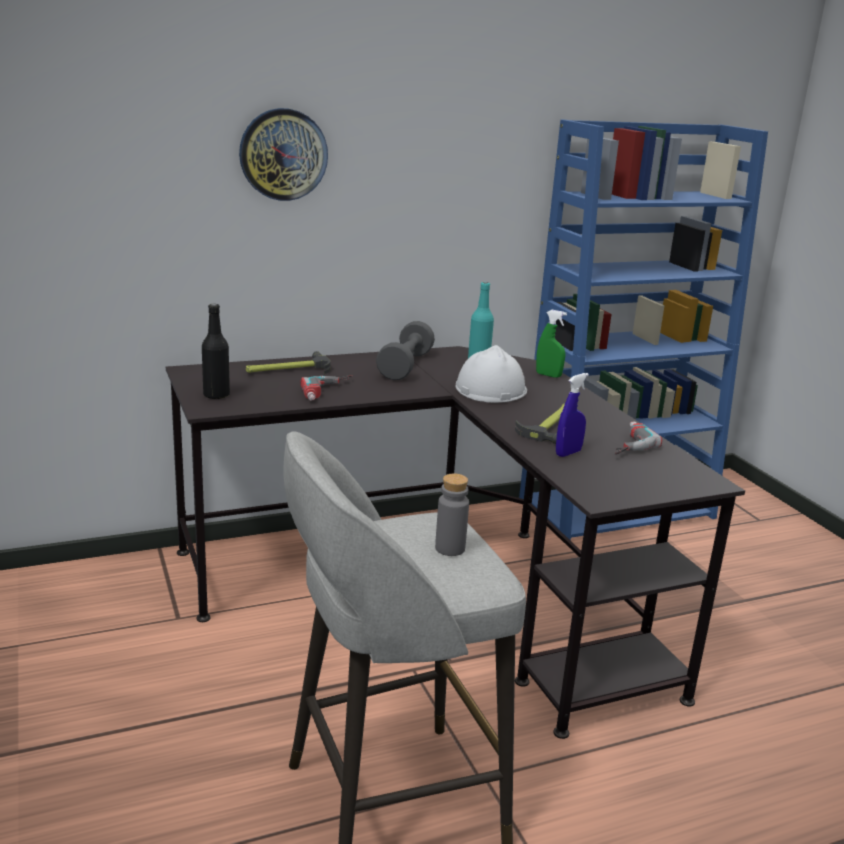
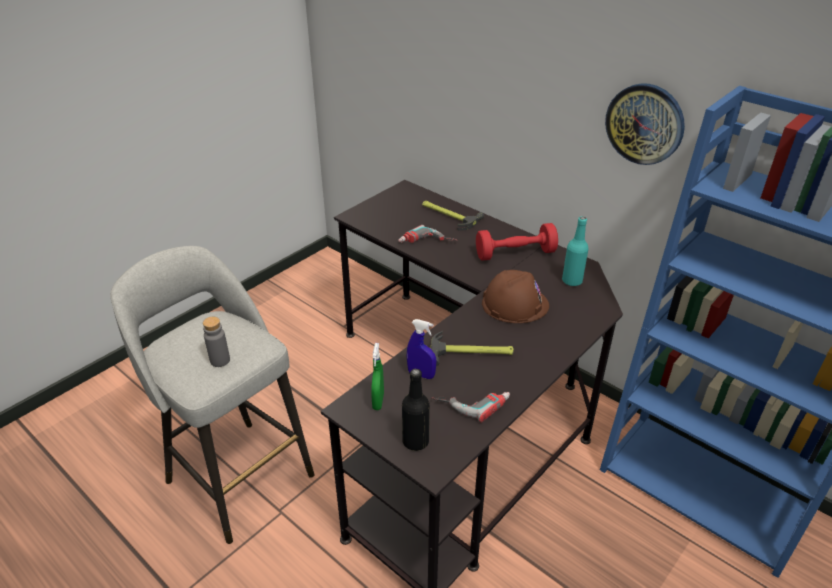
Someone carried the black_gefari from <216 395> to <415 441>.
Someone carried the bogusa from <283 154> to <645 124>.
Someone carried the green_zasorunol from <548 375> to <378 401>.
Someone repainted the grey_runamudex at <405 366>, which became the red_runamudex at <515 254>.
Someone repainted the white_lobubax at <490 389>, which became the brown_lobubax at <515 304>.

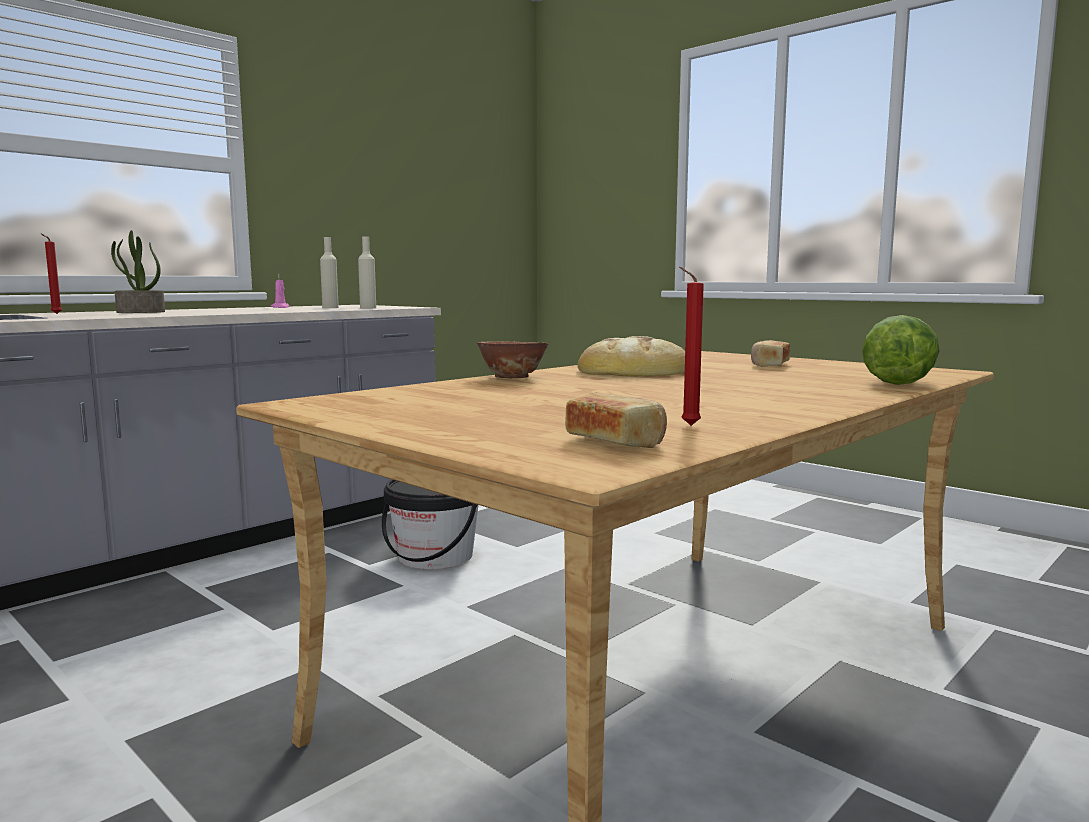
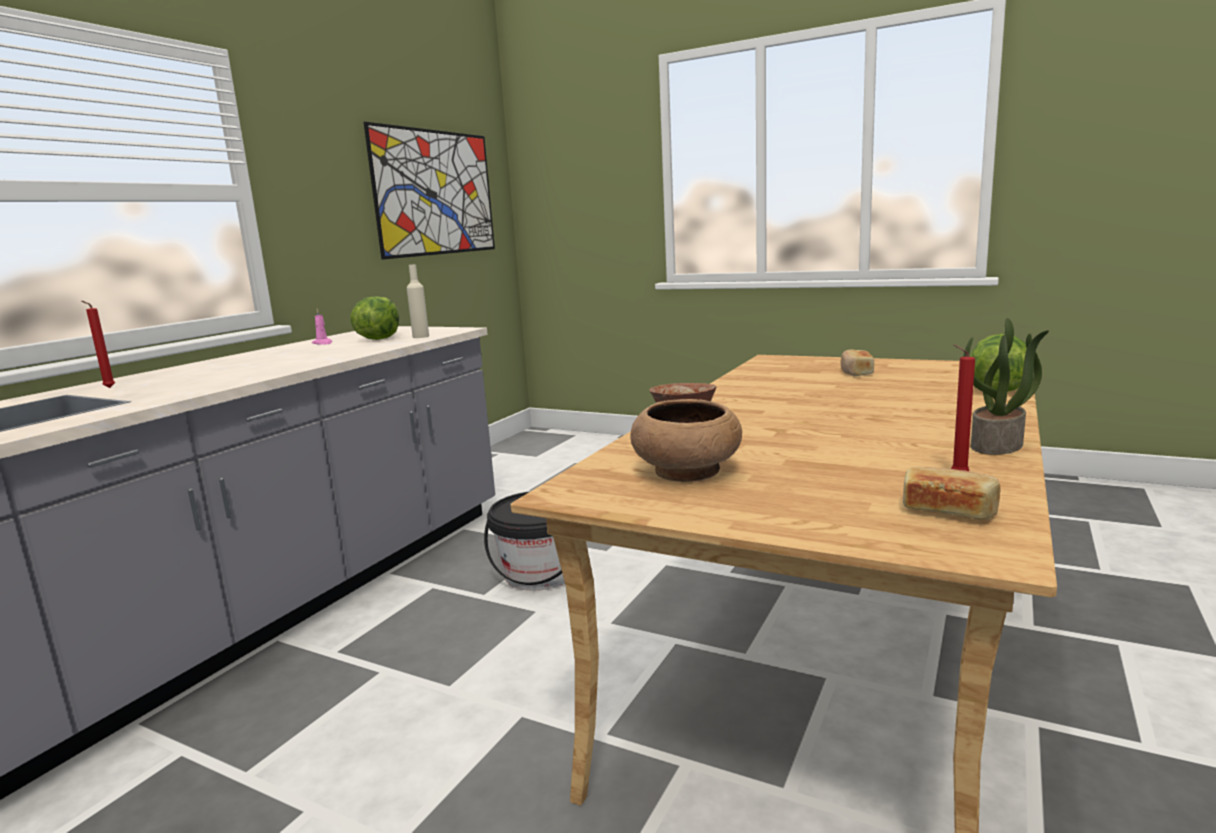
Someone took away the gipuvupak at <634 370>.
Someone put up the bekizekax at <436 193>.
Someone put down the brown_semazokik at <688 472>.
Someone carried the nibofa from <140 312> to <997 446>.
Someone swapped the beige_gefari at <330 308> for the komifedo at <378 339>.

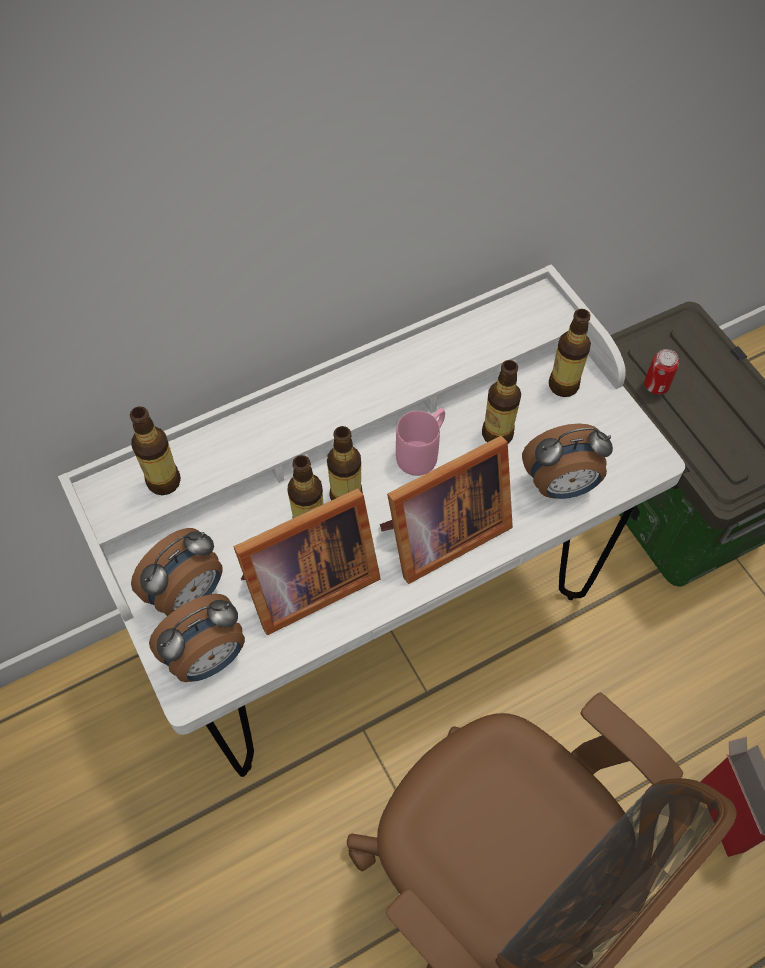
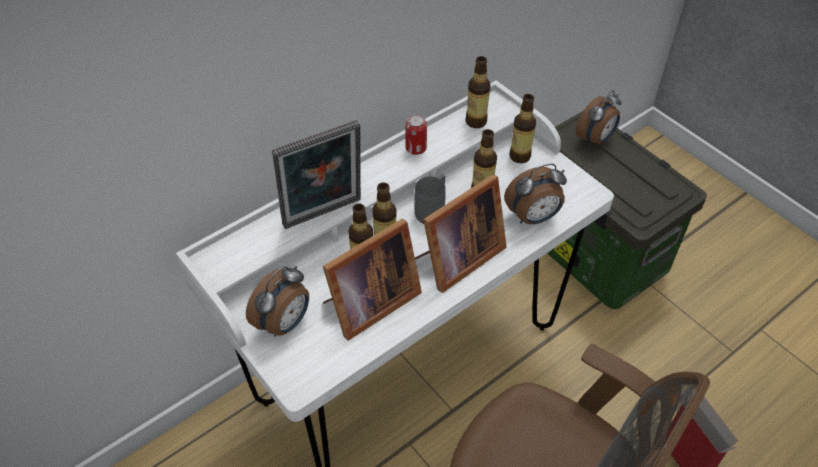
Someone put down the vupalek at <324 215>.
Someone carried the gefari from <164 481> to <476 121>.
Someone carried the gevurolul from <208 658> to <595 139>.
Someone carried the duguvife from <656 385> to <416 149>.
Someone repainted the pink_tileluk at <423 451>, which became the grey_tileluk at <433 209>.

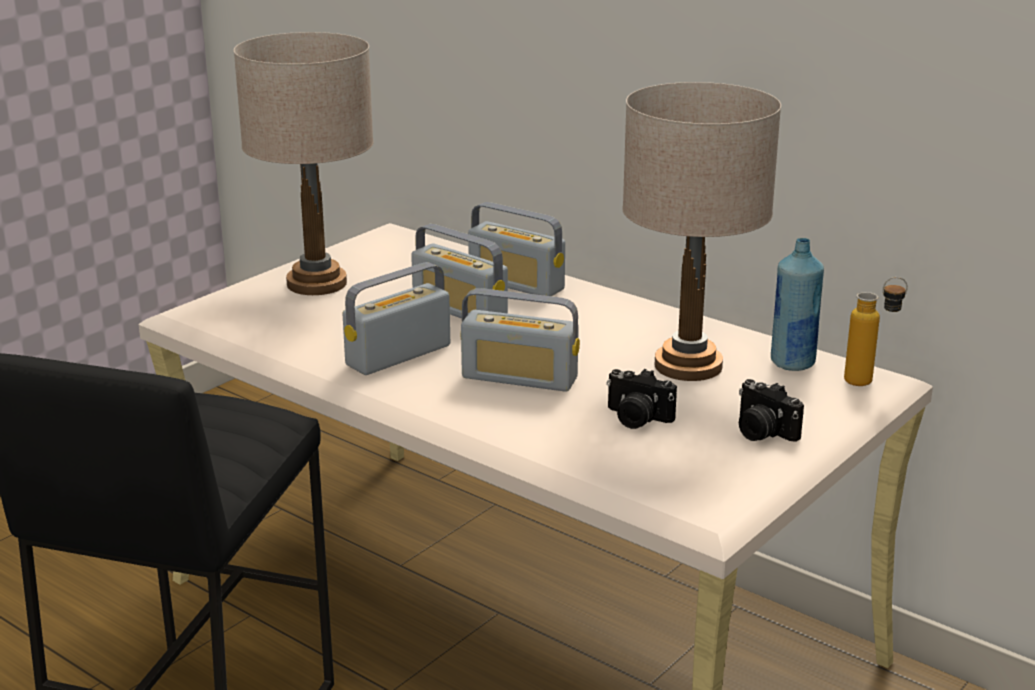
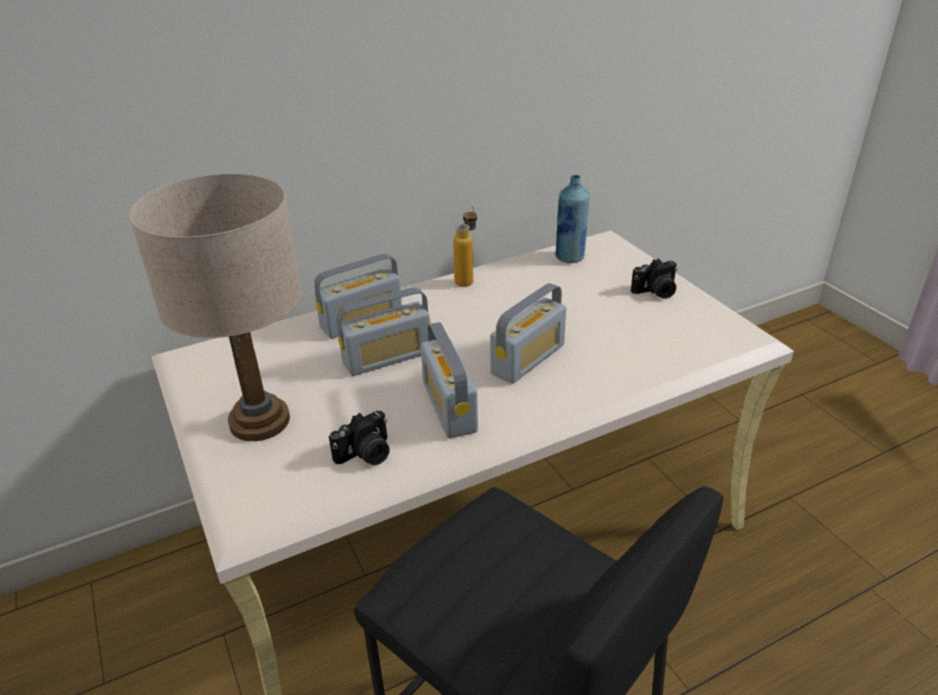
Someone took away the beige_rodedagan at <687 366>.
Someone carried the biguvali from <636 419> to <366 455>.
Someone carried the gefari from <869 381> to <467 279>.

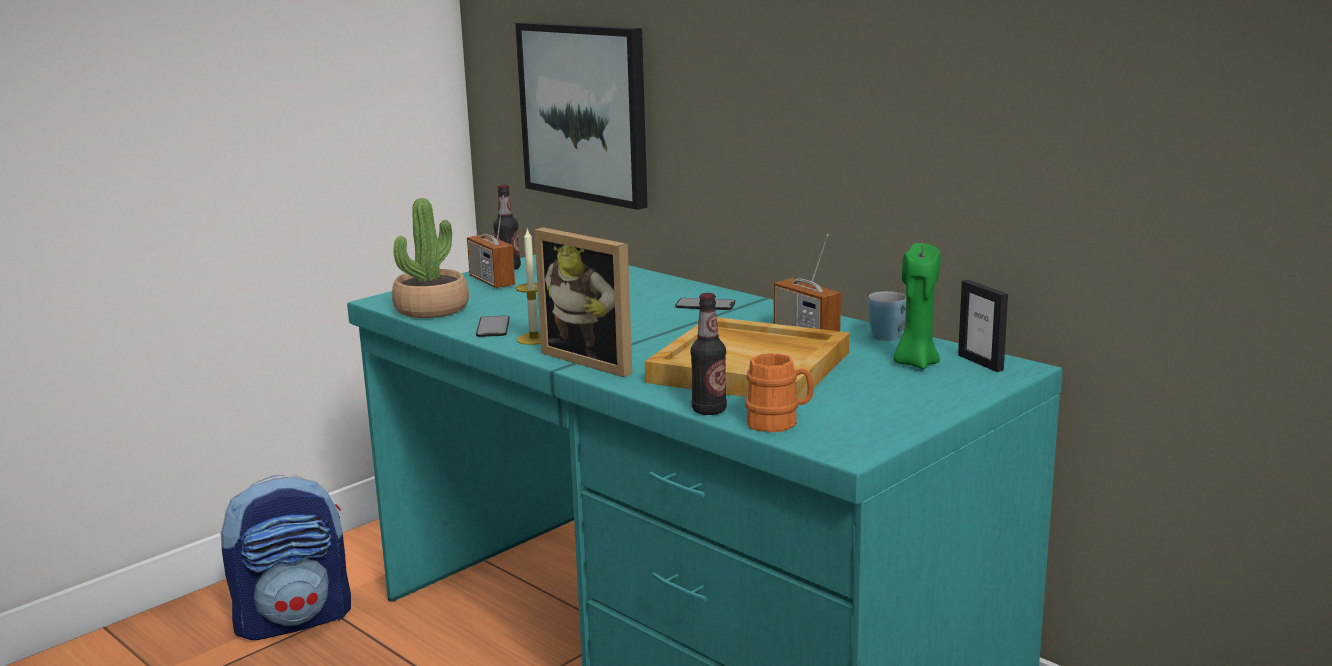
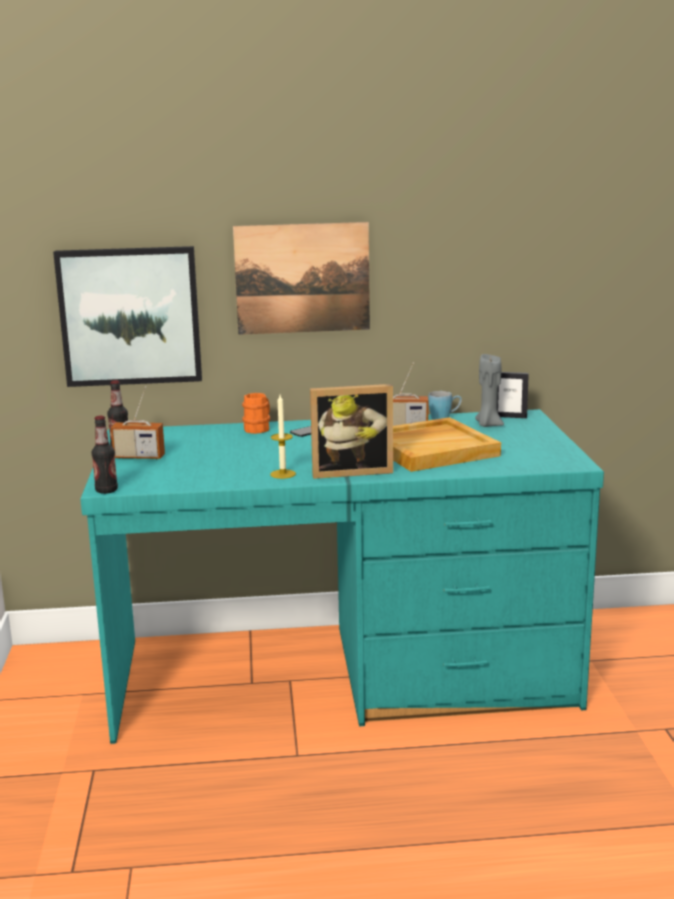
Someone took away the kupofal at <294 619>.
Someone took away the nibofa at <431 309>.
Someone took away the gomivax at <493 327>.
Someone put up the bekizekax at <302 278>.
Someone carried the gefari from <709 410> to <106 491>.
Someone carried the orange_tileluk from <779 422> to <259 428>.
Someone repainted the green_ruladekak at <915 363>, which became the grey_ruladekak at <488 425>.

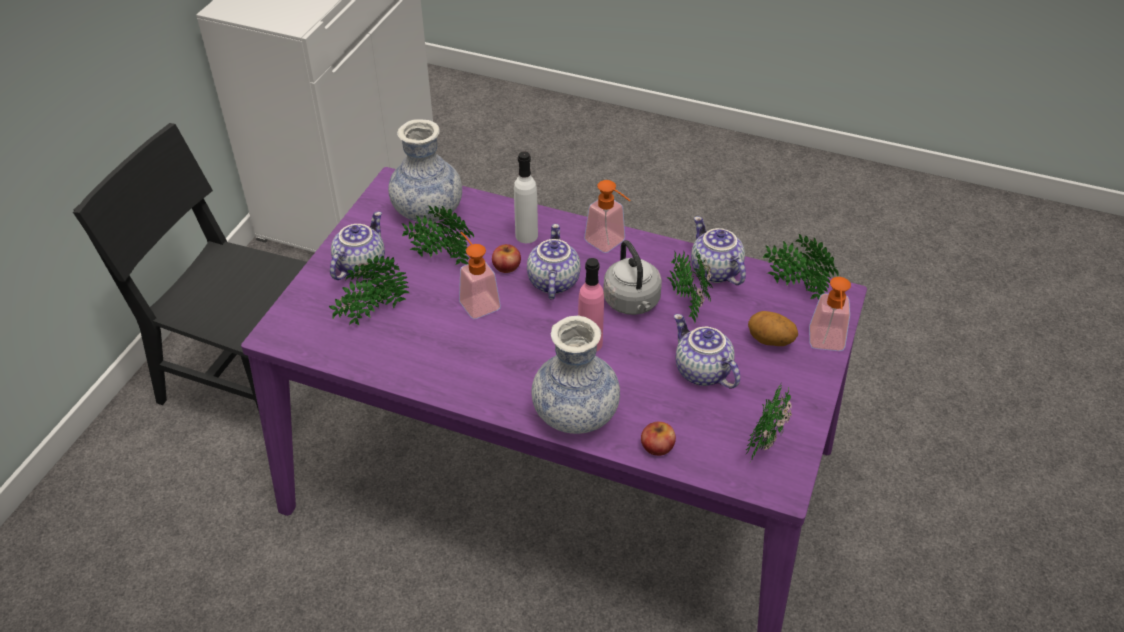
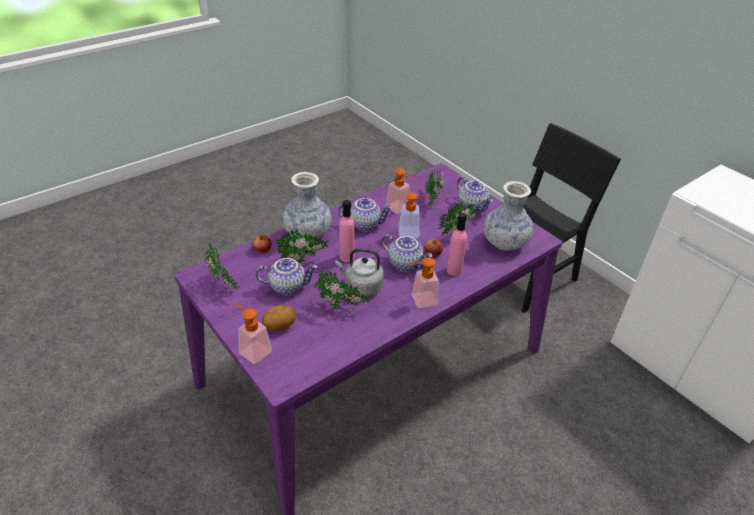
Someone put down the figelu at <400 209>.
Someone carried the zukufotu from <714 271> to <365 224>.
Someone carried the nibofa from <796 288> to <303 262>.
Someone repainted the white_gefari at <526 235>, which became the pink_gefari at <454 270>.

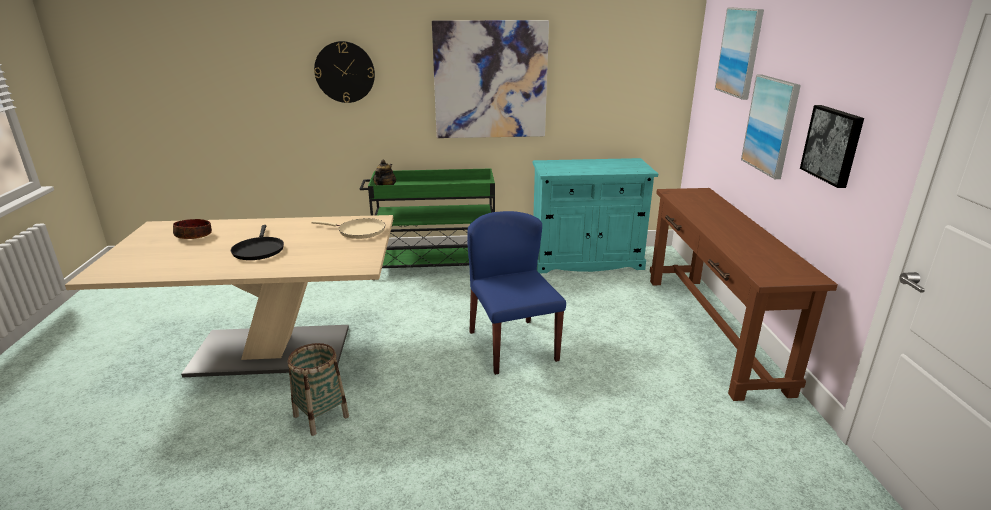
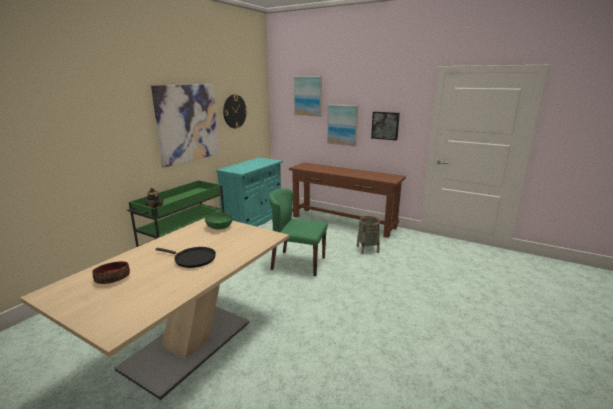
Someone carried the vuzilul from <321 416> to <367 249>.
Someone carried the bogusa from <345 72> to <234 111>.
Someone swapped the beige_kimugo at <358 231> for the green_semazokik at <219 227>.
Someone repainted the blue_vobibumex at <512 345>, which became the green_vobibumex at <298 263>.

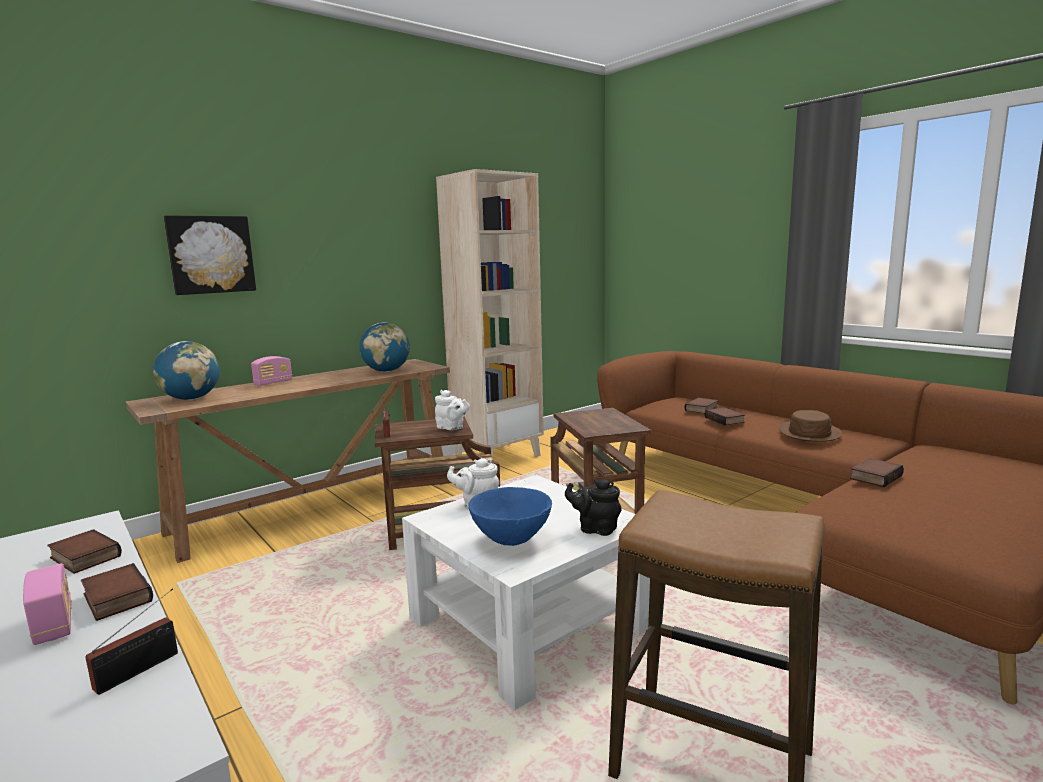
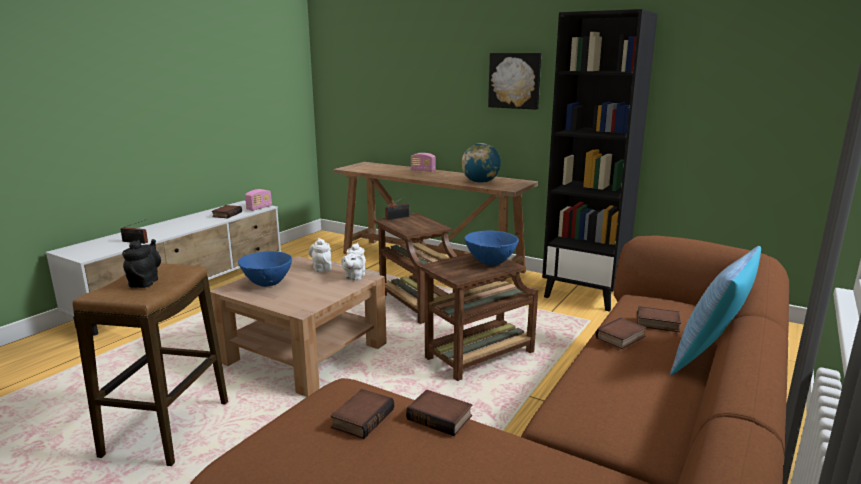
Someone took away the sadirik at <191 399>.
Someone took away the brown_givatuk at <809 433>.
Someone put down the blue_semazokik at <490 263>.
Someone put down the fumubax at <709 358>.
Someone carried the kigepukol from <54 625> to <259 208>.
Someone carried the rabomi from <115 598> to <362 417>.
Someone carried the bekizekax from <210 254> to <515 80>.
Someone carried the white_zukufotu from <452 428> to <354 277>.
Someone carried the black_zukufotu from <595 529> to <145 282>.
Someone repainted the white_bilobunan at <529 623>, which became the brown_bilobunan at <304 353>.
Someone repainted the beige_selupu at <497 456>, which became the black_selupu at <585 294>.

